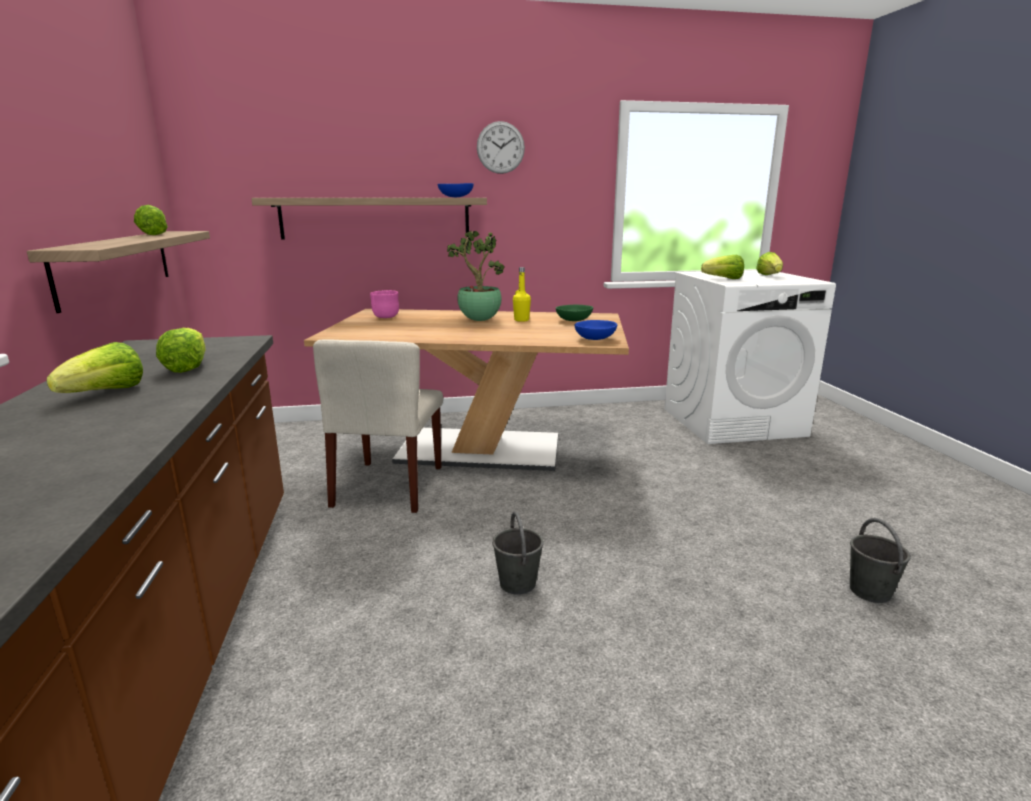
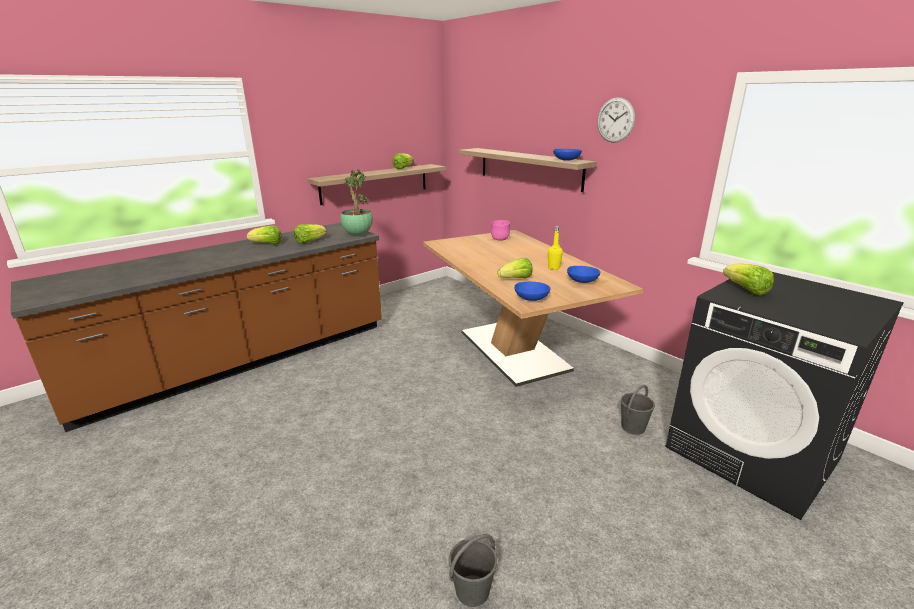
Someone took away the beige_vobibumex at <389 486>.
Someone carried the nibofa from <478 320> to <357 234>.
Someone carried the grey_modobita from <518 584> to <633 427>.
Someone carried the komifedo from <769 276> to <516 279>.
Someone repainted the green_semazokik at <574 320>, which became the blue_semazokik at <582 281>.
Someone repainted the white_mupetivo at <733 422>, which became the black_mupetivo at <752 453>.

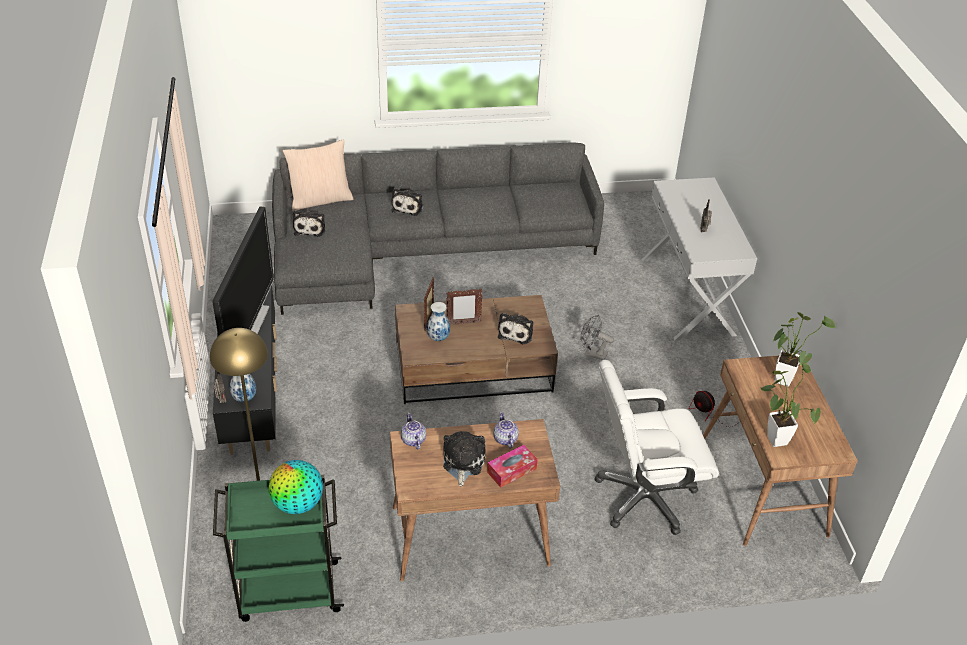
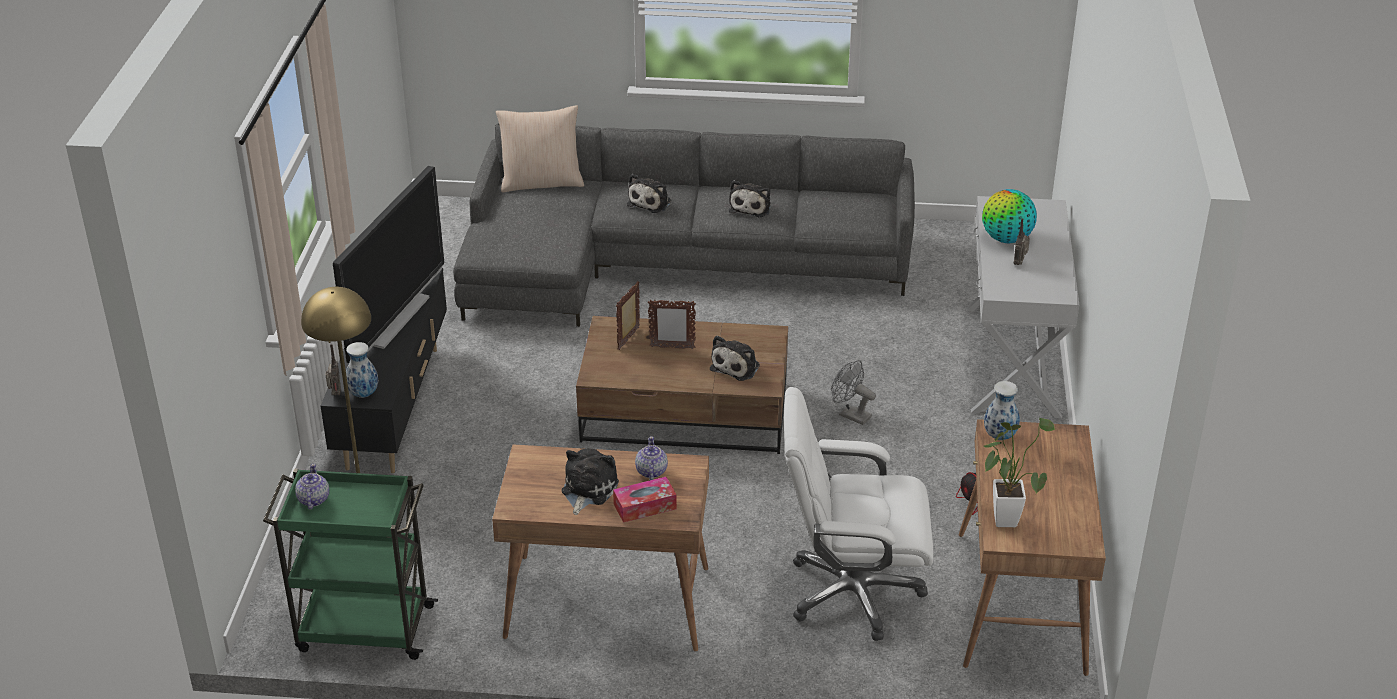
Someone took away the nibofa at <784 377>.
Someone carried the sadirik from <298 504> to <1006 239>.
Someone carried the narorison from <310 228> to <751 207>.
Someone carried the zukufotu from <413 440> to <313 499>.
Someone carried the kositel from <438 338> to <1000 436>.

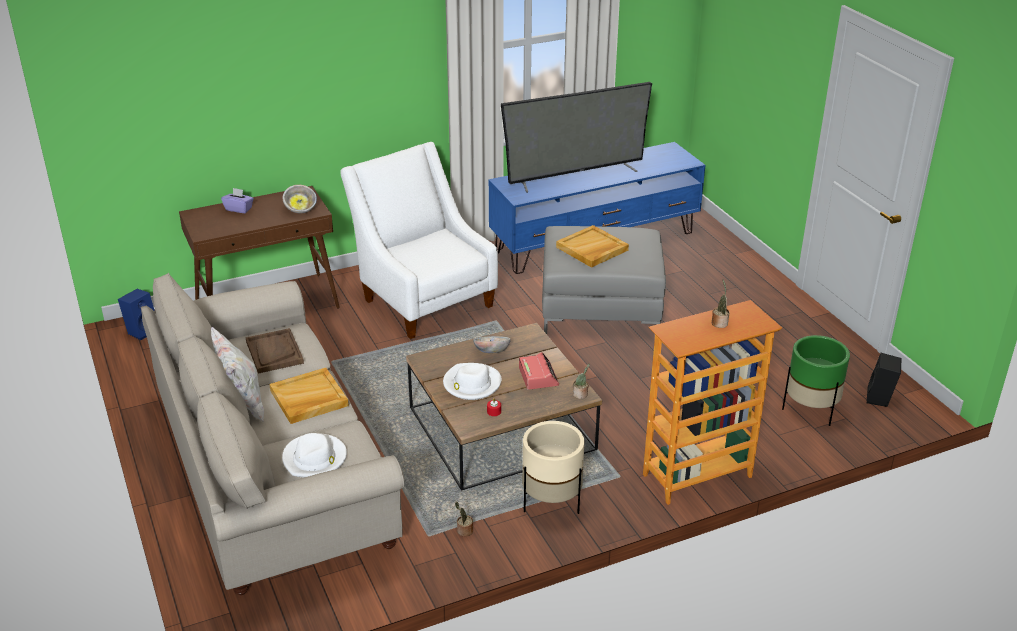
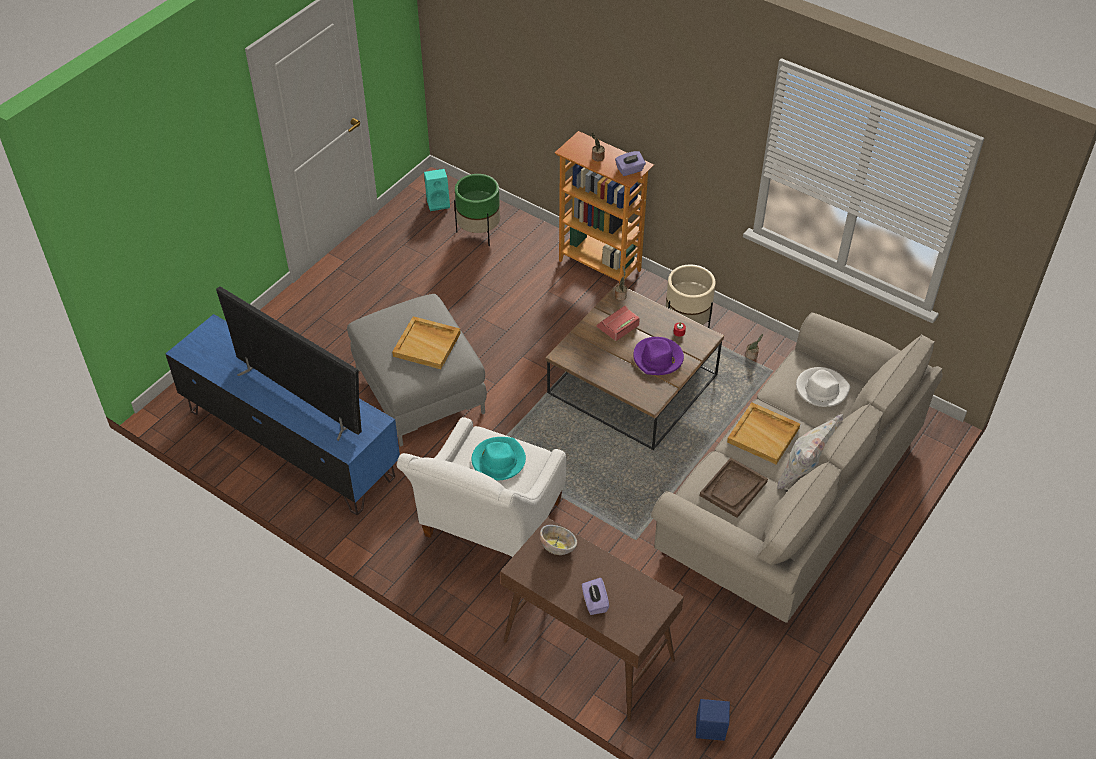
Someone took away the semazokik at <491 352>.
Someone put down the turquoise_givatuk at <498 460>.
Someone put down the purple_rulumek at <630 170>.
Someone repainted the white_givatuk at <471 384>, which became the purple_givatuk at <658 358>.
Someone repainted the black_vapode at <880 399>, which became the turquoise_vapode at <438 203>.

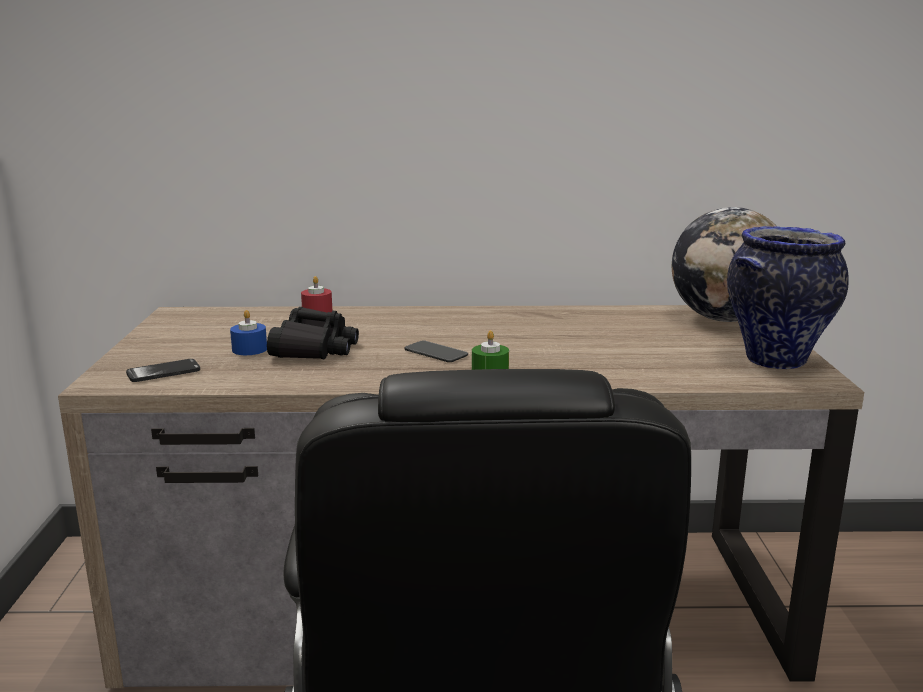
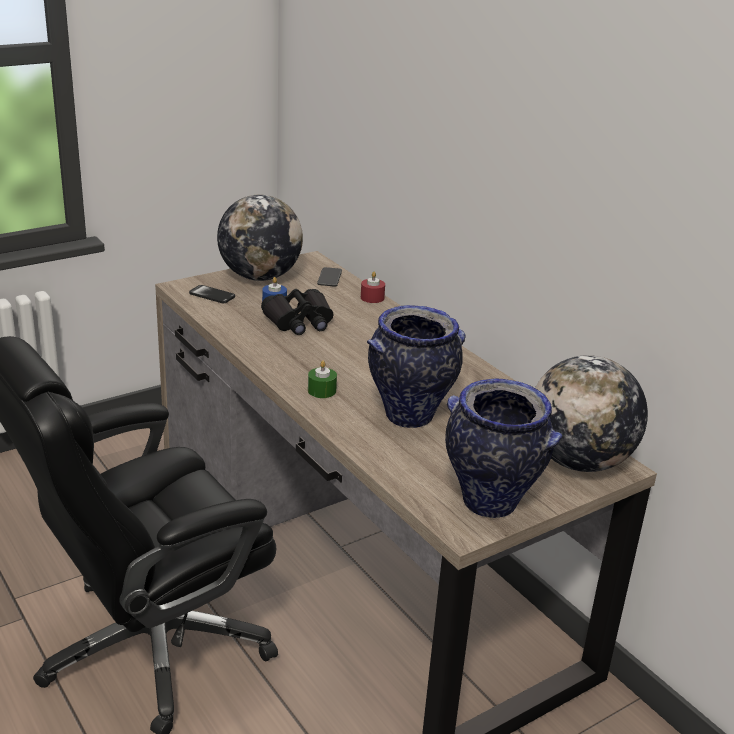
Someone put down the sadirik at <260 277>.
Someone put down the kositel at <410 416>.
Someone carried the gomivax from <436 353> to <329 278>.

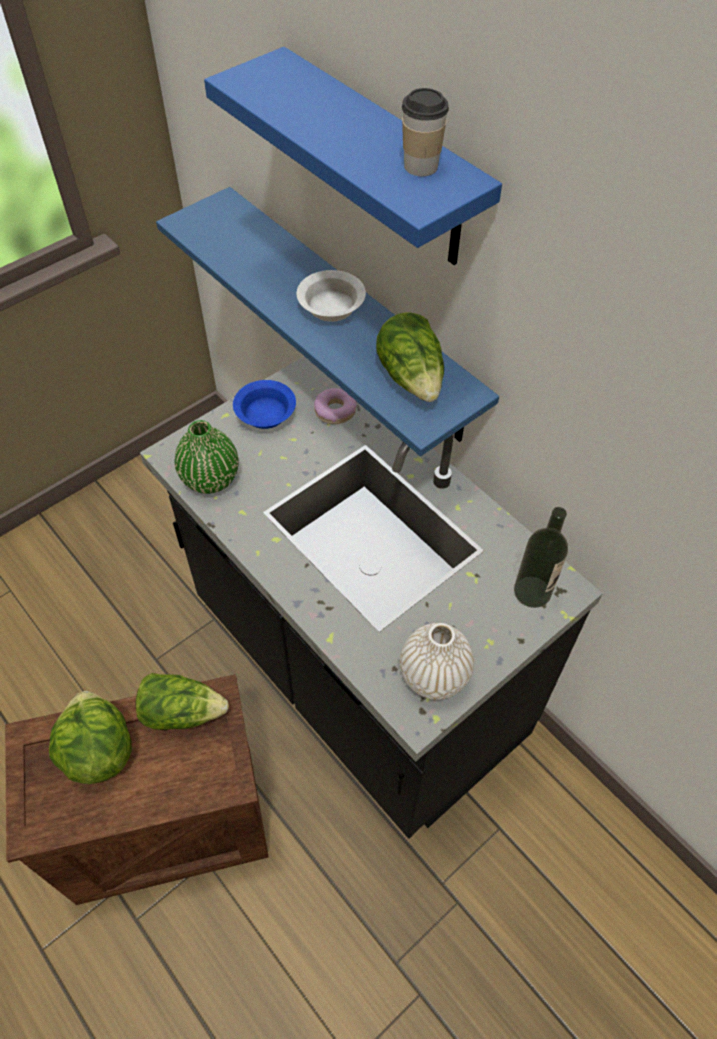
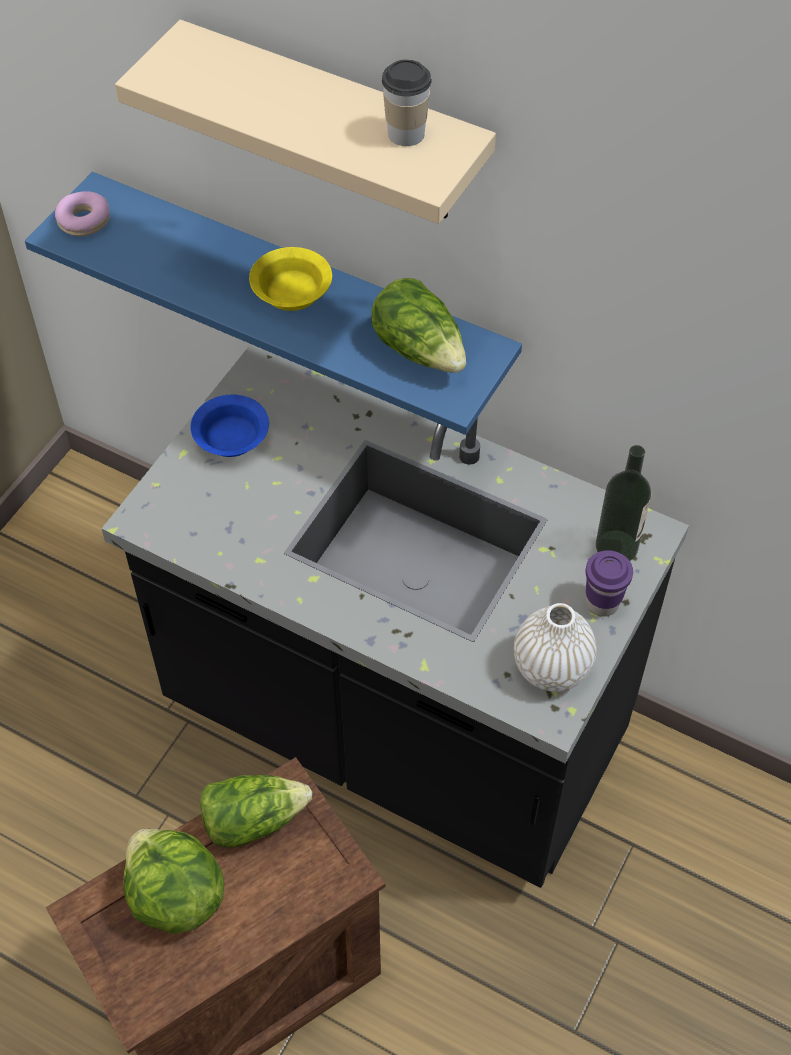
Someone took away the green_kositel at <210 478>.
Someone put down the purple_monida at <602 603>.
Someone carried the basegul from <335 411> to <84 220>.
Someone repainted the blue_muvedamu at <382 162>, which became the beige_muvedamu at <335 125>.
Someone repainted the white_semazokik at <329 308>, which became the yellow_semazokik at <290 293>.

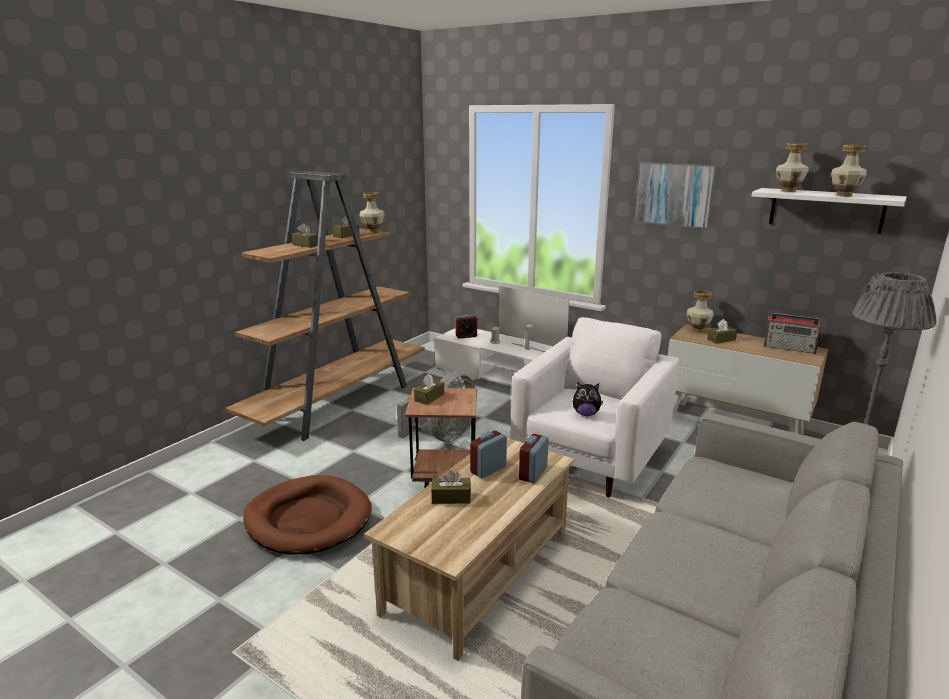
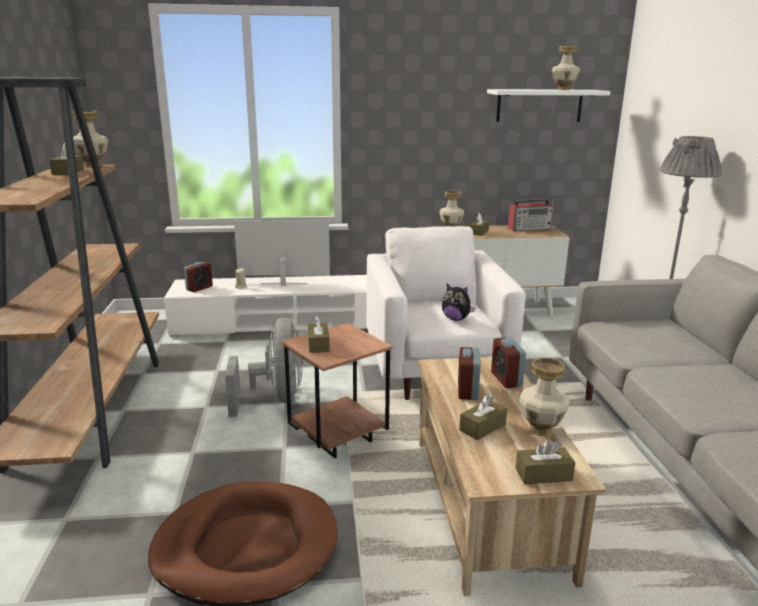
Someone took away the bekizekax at <674 194>.
Someone carried the brown_rulumek from <306 245> to <543 474>.
Someone carried the kositel from <788 191> to <541 430>.
Someone rotated the narorison at <586 414> by 60 degrees clockwise.

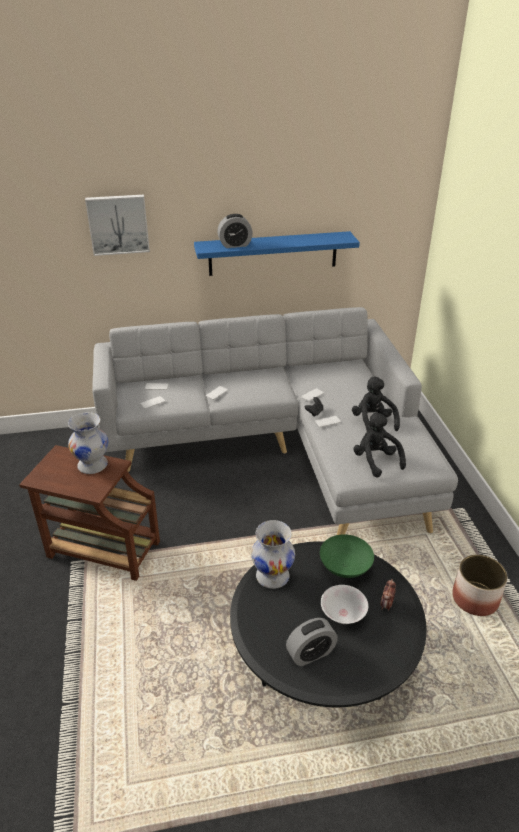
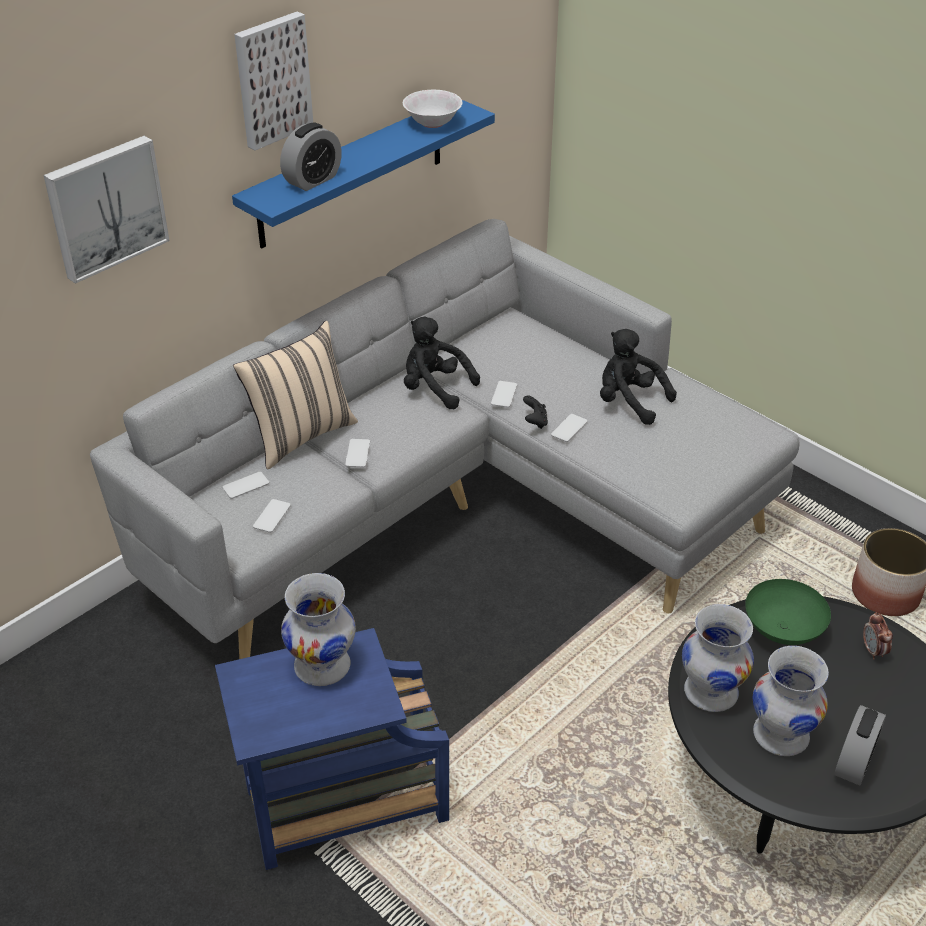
Someone put down the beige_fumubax at <300 435>.
Someone put up the bekizekax at <271 79>.
Someone put down the white_kositel at <781 736>.
Someone carried the white_semazokik from <342 614> to <432 123>.
Someone carried the black_narorison from <376 460> to <435 388>.
Someone repainted the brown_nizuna at <101 549>, which became the blue_nizuna at <340 805>.

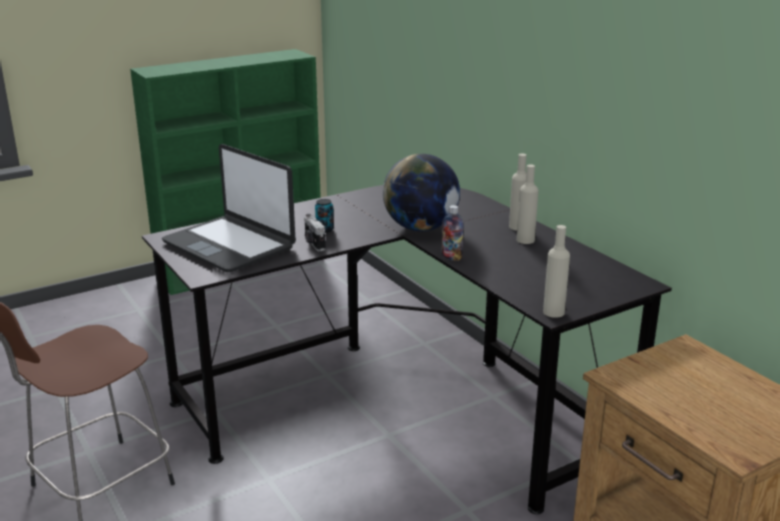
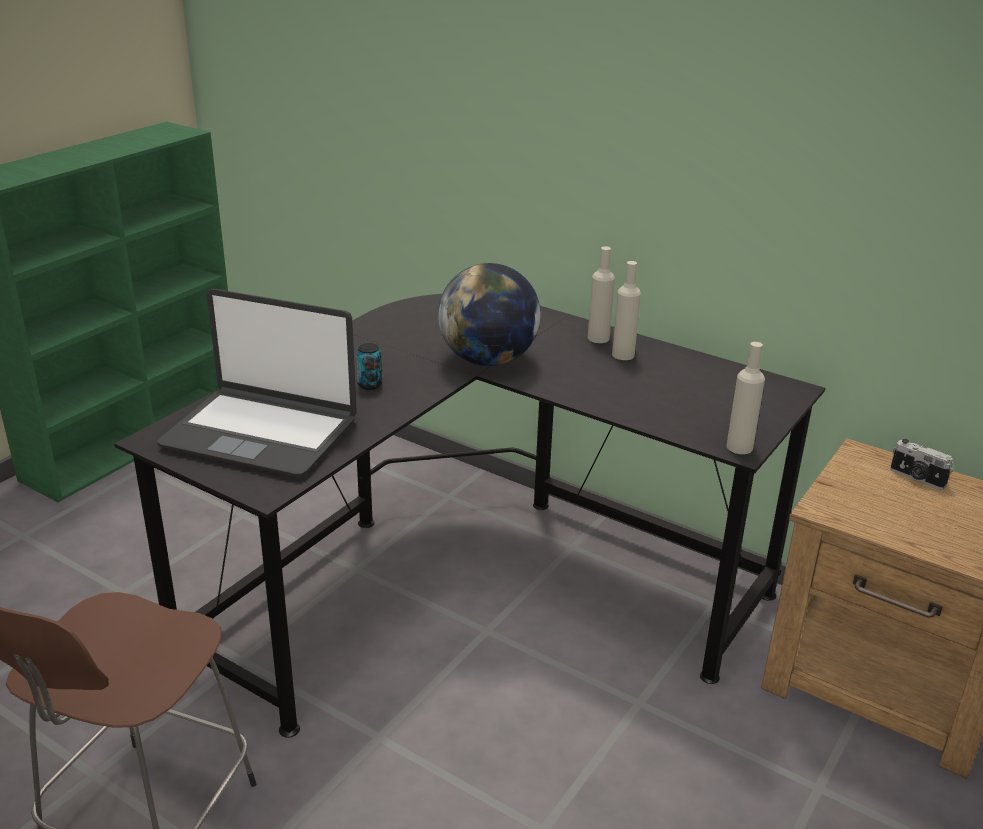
Someone took away the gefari at <451 257>.
Someone carried the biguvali from <314 243> to <917 478>.

